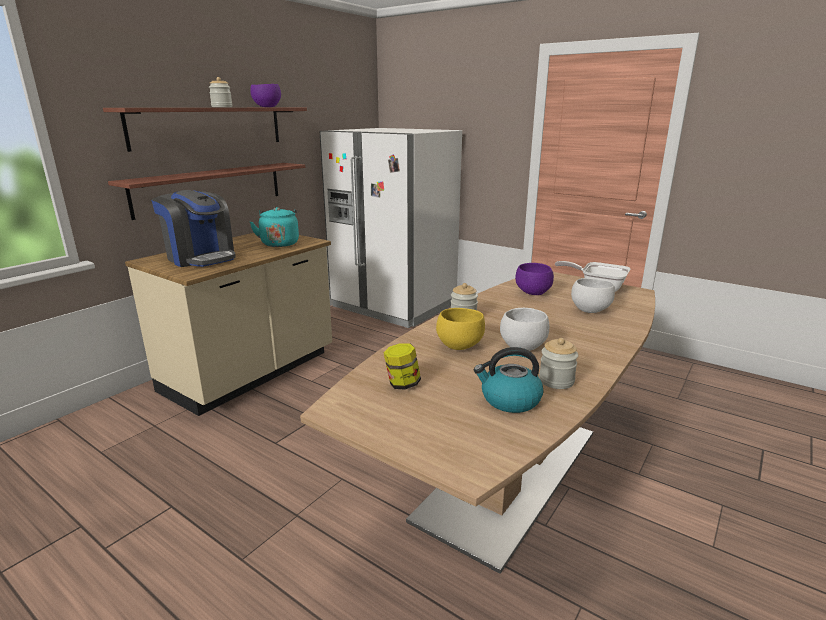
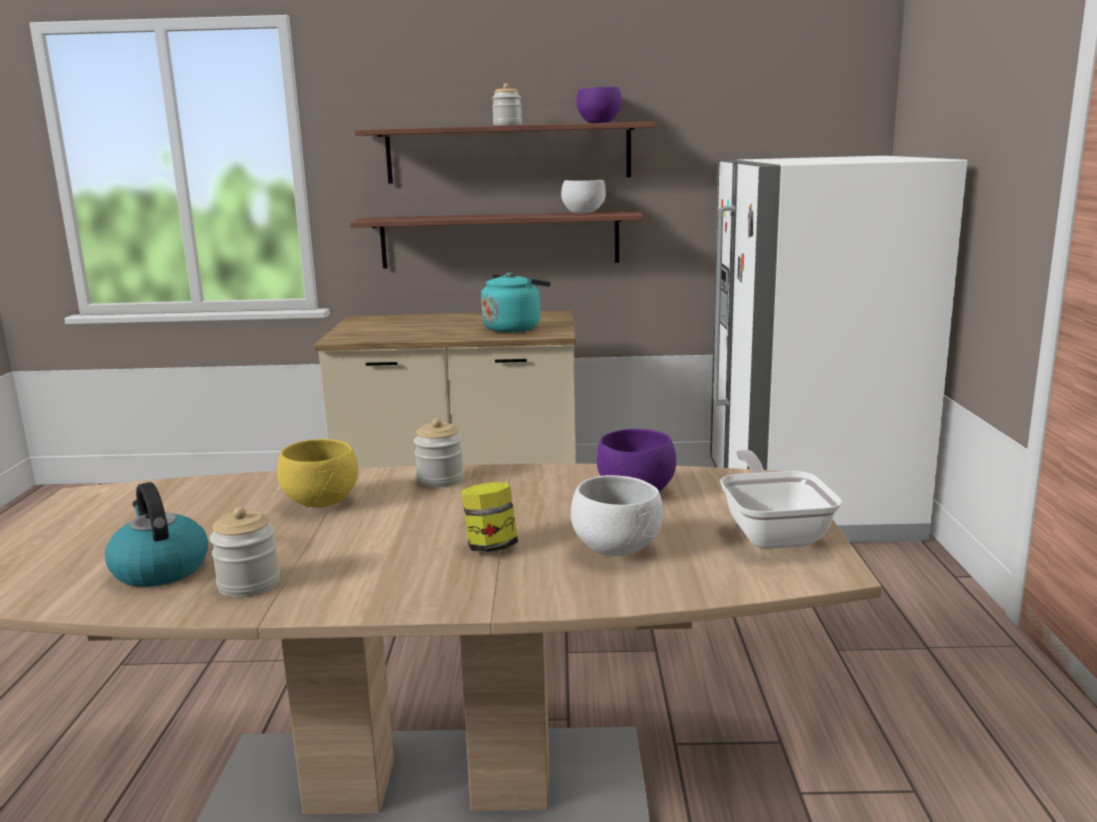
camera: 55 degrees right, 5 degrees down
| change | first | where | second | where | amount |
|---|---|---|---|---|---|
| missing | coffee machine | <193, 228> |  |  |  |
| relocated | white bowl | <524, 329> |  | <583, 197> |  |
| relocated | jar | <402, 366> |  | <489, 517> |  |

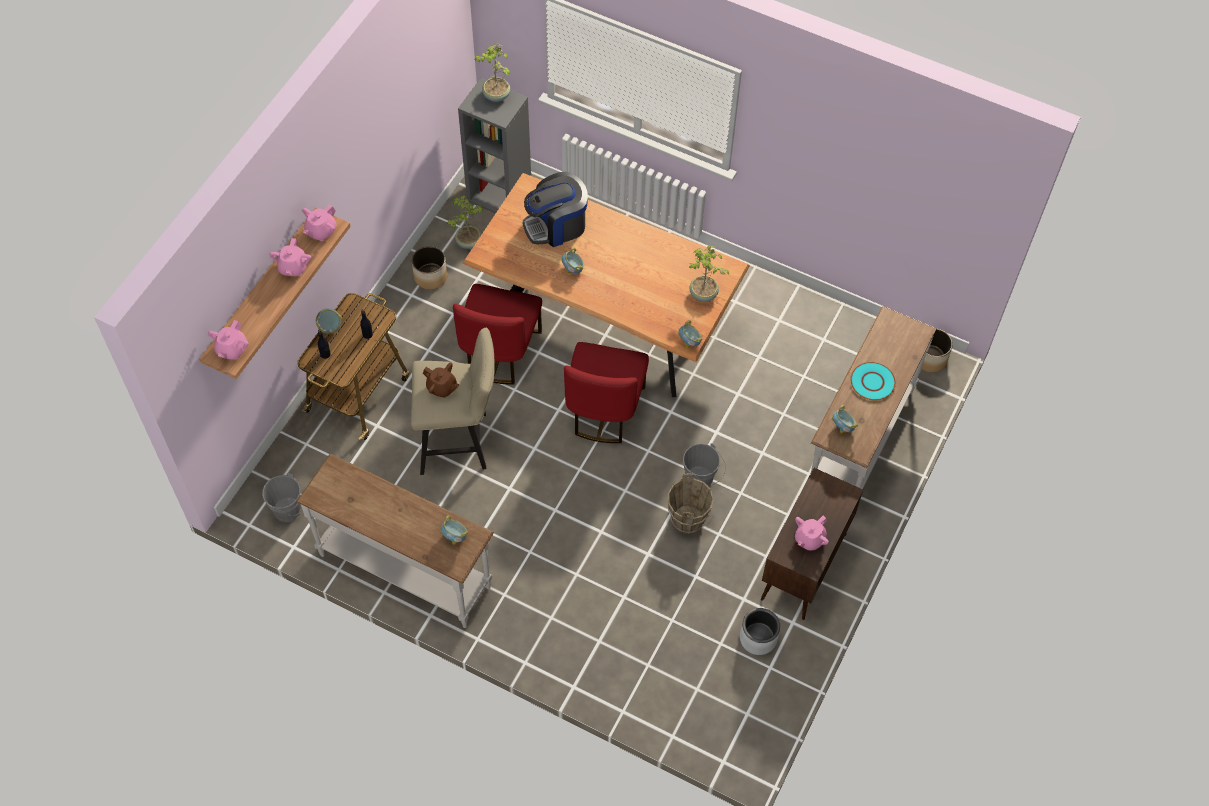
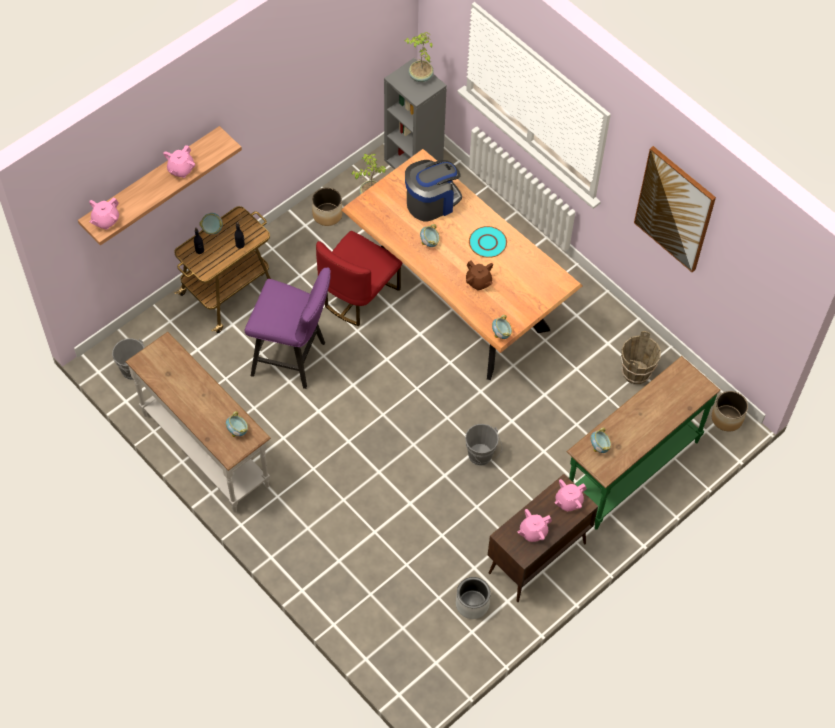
camera: 20 degrees right, 0 degrees up
| change | first | where | second | where | amount |
|---|---|---|---|---|---|
| spun | coffee machine | <555, 209> |  | <433, 190> | 150 degrees clockwise |
| relocated | pink teapot | <319, 222> |  | <570, 495> |  |
| missing | potted plant | <709, 273> |  |  |  |
| colour | white console table | <873, 397> | green console table | <643, 443> |  |
| colour | beige stool | <452, 401> | purple stool | <288, 328> |  |
| missing | red chair | <606, 392> |  |  |  |
| relocated | turquoise plate | <873, 381> |  | <488, 242> |  |
| relocated | brown teapot | <441, 380> |  | <479, 276> |  |
| relocated | brown bucket | <691, 503> |  | <641, 357> |  |
| appeared |  |  | picture | <675, 209> |  |

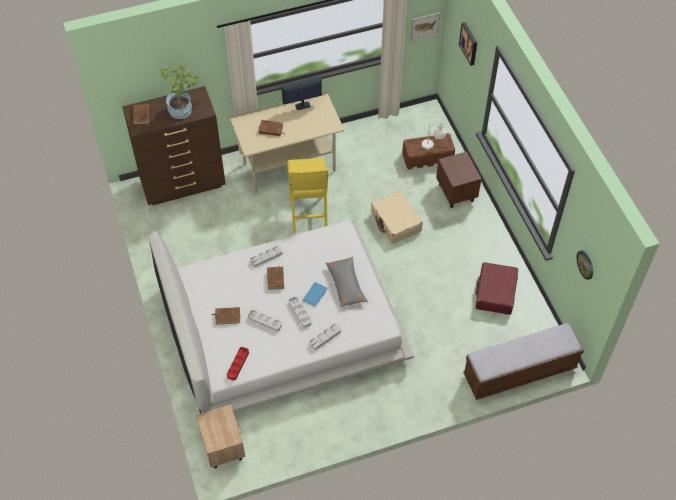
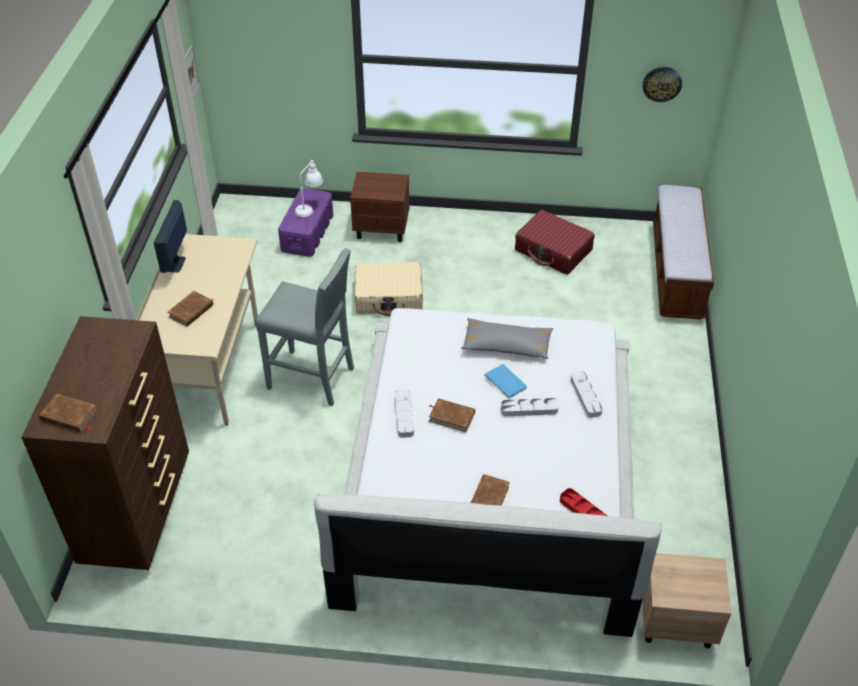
camera: 65 degrees left, 10 degrees down
| change | first | where | second | where | amount |
|---|---|---|---|---|---|
| missing | picture | <468, 44> |  |  |  |
| missing | potted plant | <180, 91> |  |  |  |
| colour | brown storage box | <428, 151> | purple storage box | <305, 222> |  |
| colour | yellow stool | <307, 195> | grey stool | <304, 327> |  |
| missing | grey tray | <265, 320> |  |  |  |

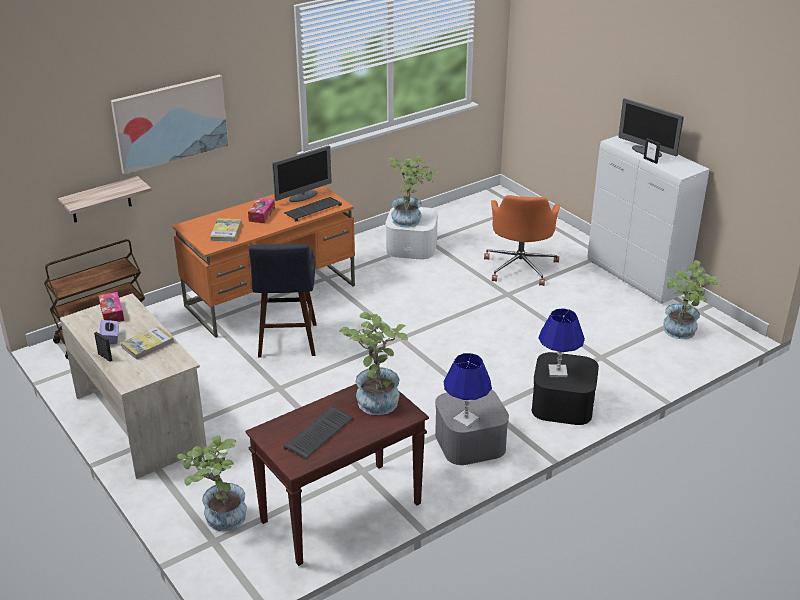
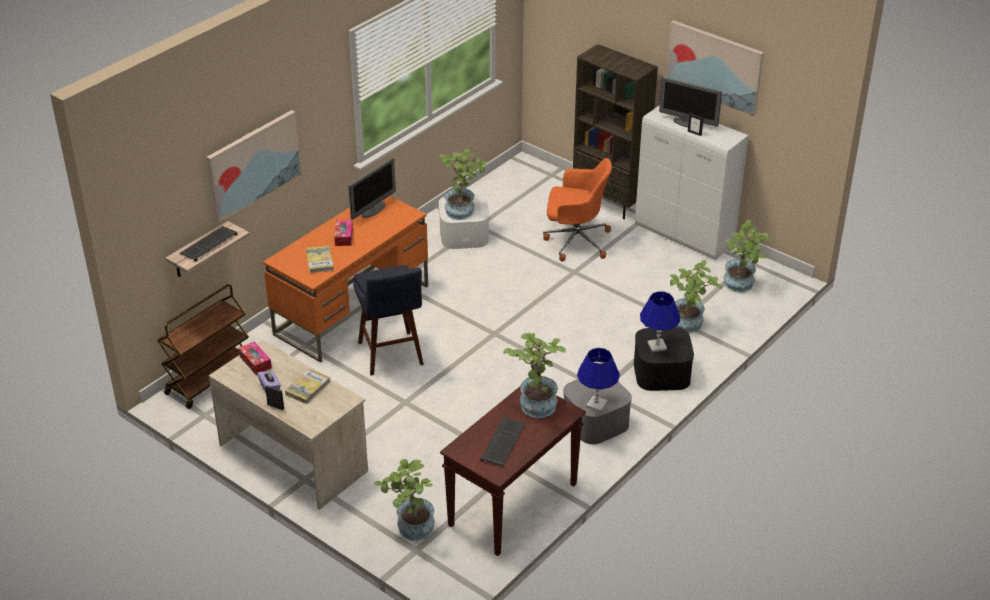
camera: 15 degrees left, 5 degrees up
| change | first | where | second | where | amount |
|---|---|---|---|---|---|
| spun | orange office chair | <522, 240> |  | <577, 209> | 75 degrees counterclockwise |
| relocated | keyboard | <313, 209> |  | <209, 244> |  |
| appeared |  |  | picture | <715, 68> |  |
| appeared |  |  | brown bookcase | <615, 131> |  |
| appeared |  |  | potted plant | <696, 296> |  |

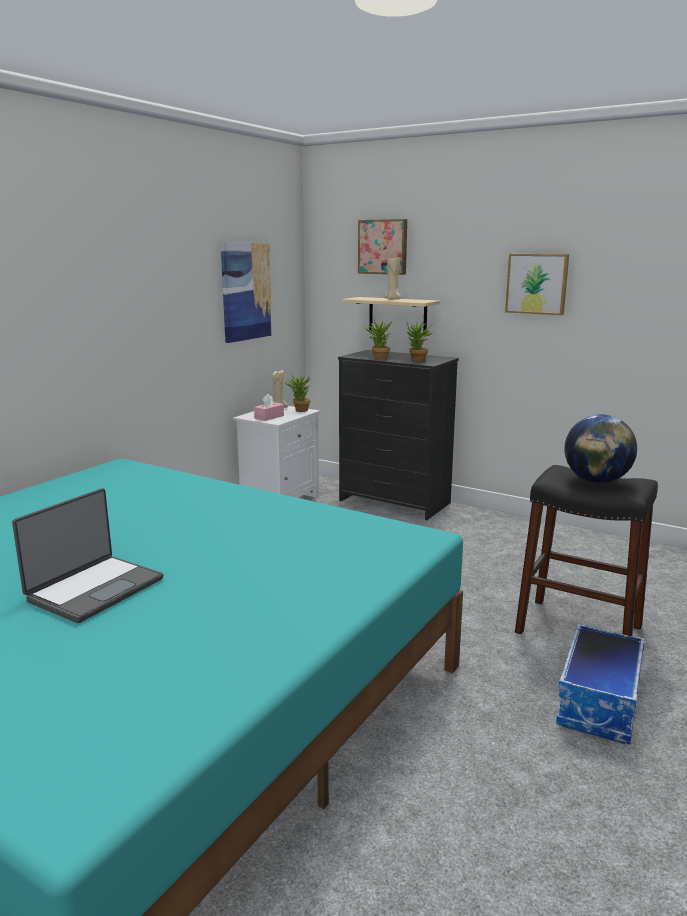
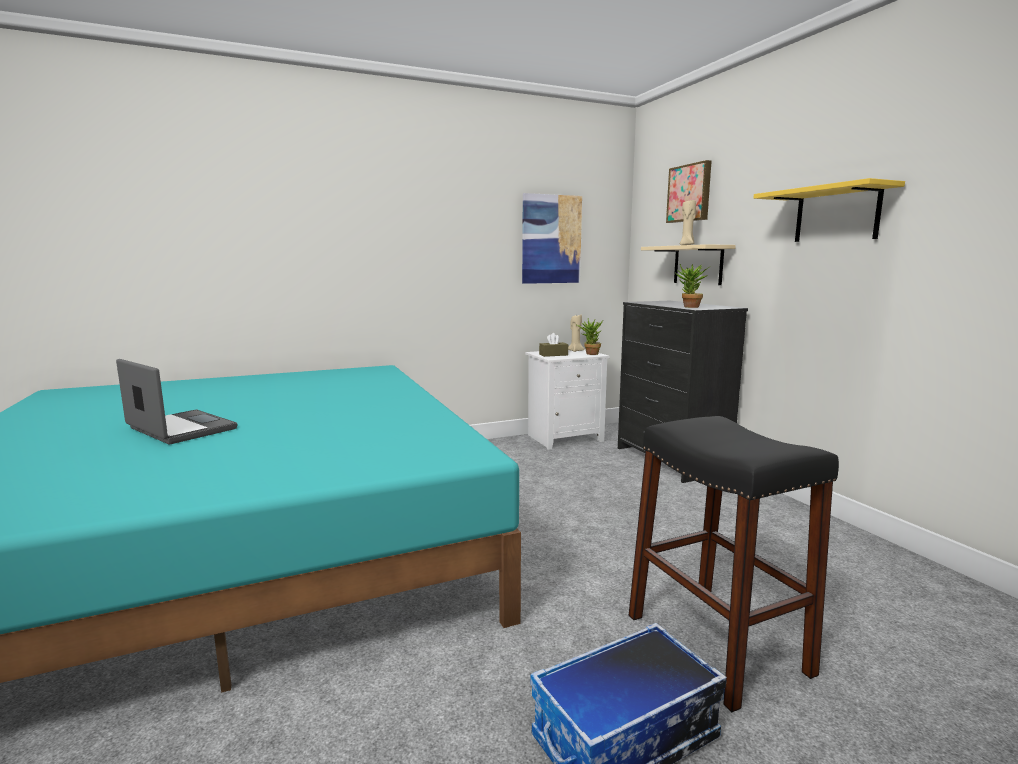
camera: 35 degrees right, 5 degrees down
| change | first | where | second | where | amount |
|---|---|---|---|---|---|
| exchanged | picture | <537, 284> | yellow shelf | <829, 210> |  |
| missing | potted plant | <377, 339> |  |  |  |
| colour | pink tissue box | <269, 407> | brown tissue box | <553, 345> |  |
| missing | globe | <600, 448> |  |  |  |
| spun | laptop | <87, 555> |  | <177, 401> | 120 degrees counterclockwise |

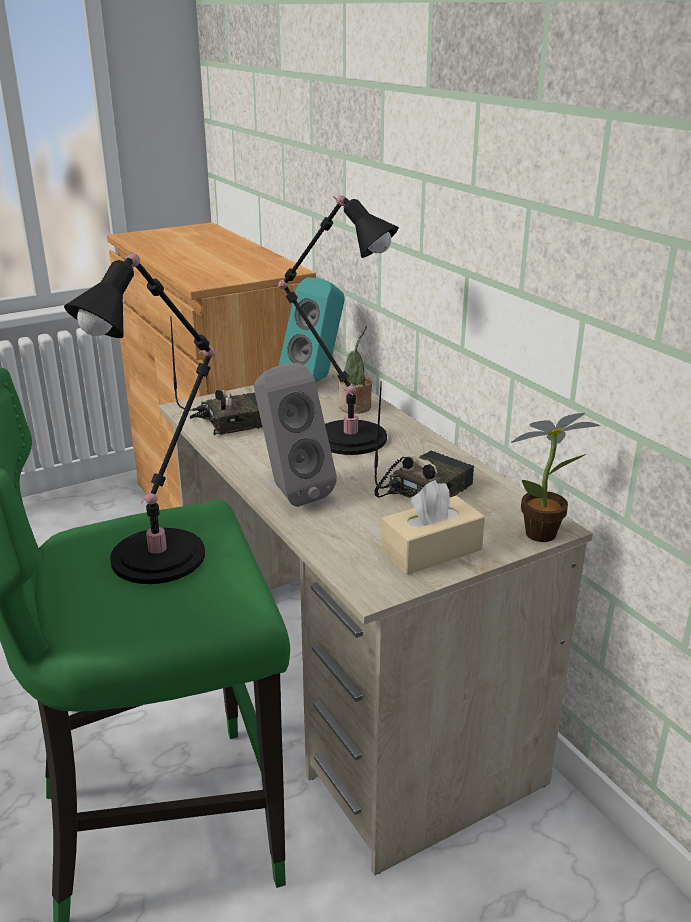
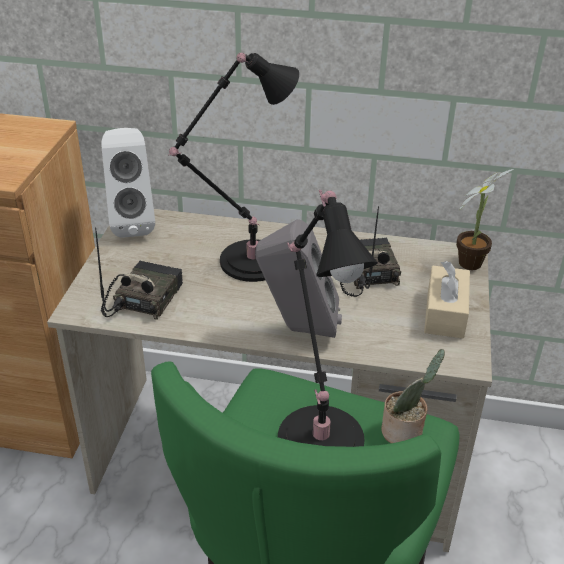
camera: 50 degrees left, 10 degrees up
| change | first | where | second | where | amount |
|---|---|---|---|---|---|
| colour | turquoise speaker | <312, 330> | white speaker | <128, 183> |  |
| relocated | potted plant | <355, 369> |  | <413, 396> |  |

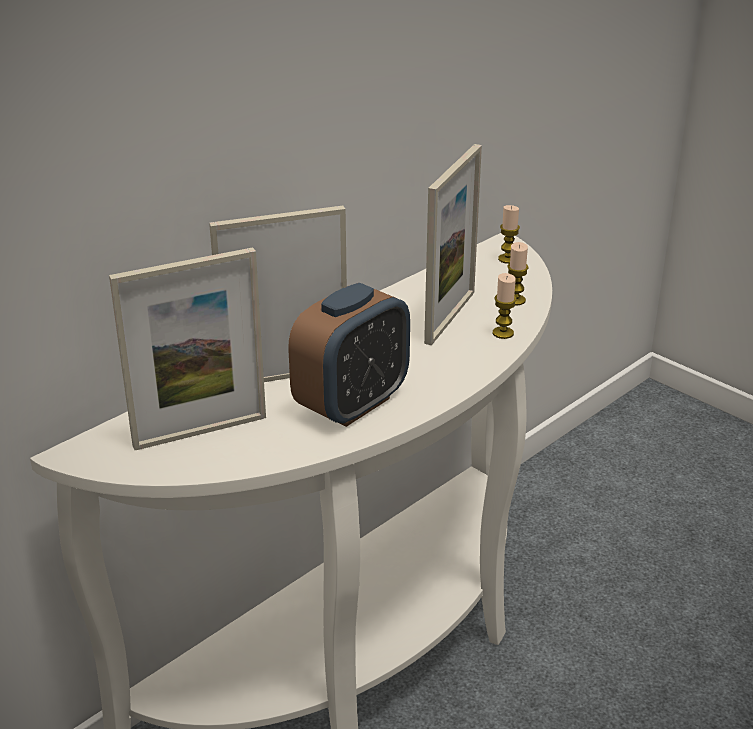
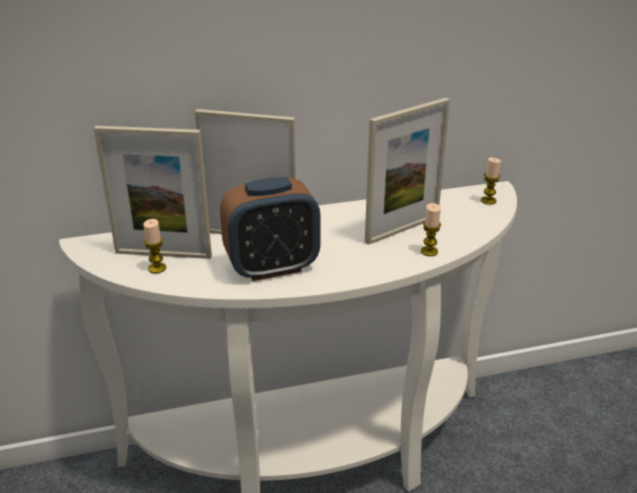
camera: 30 degrees right, 0 degrees up
| change | first | where | second | where | amount |
|---|---|---|---|---|---|
| relocated | candle | <517, 273> |  | <154, 246> |  |

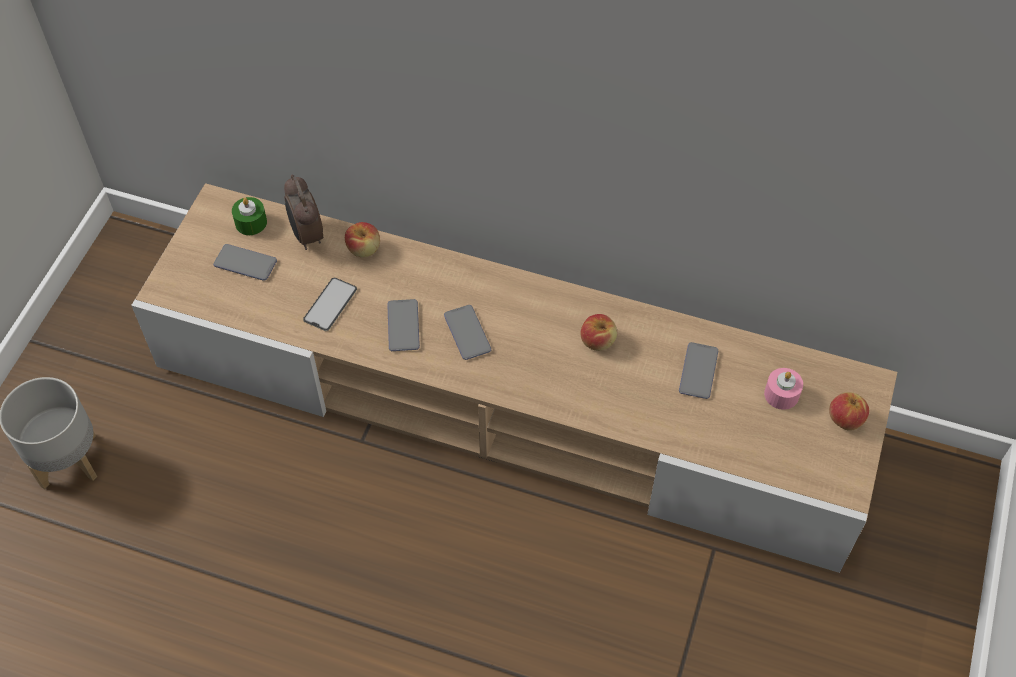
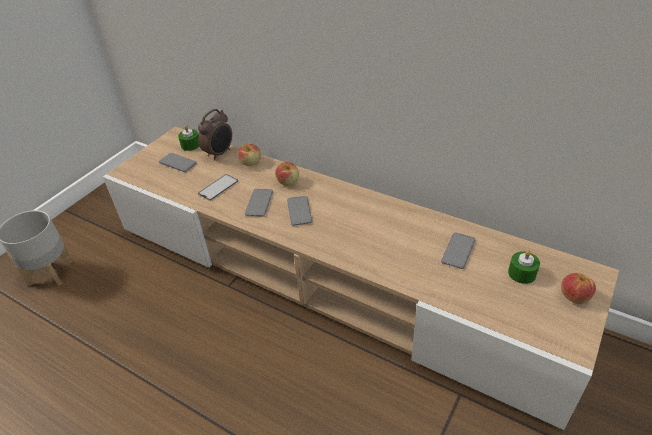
camera: 15 degrees right, 15 degrees down
| change | first | where | second | where | amount |
|---|---|---|---|---|---|
| spun | alarm clock | <303, 212> |  | <215, 134> | 135 degrees counterclockwise |
| relocated | apple | <598, 332> |  | <287, 174> |  |
| colour | pink candle | <783, 389> | green candle | <524, 267> |  |

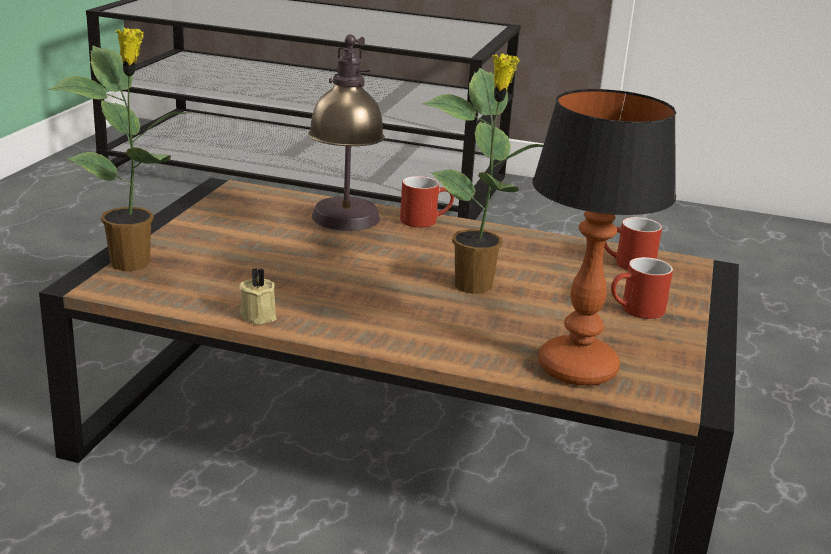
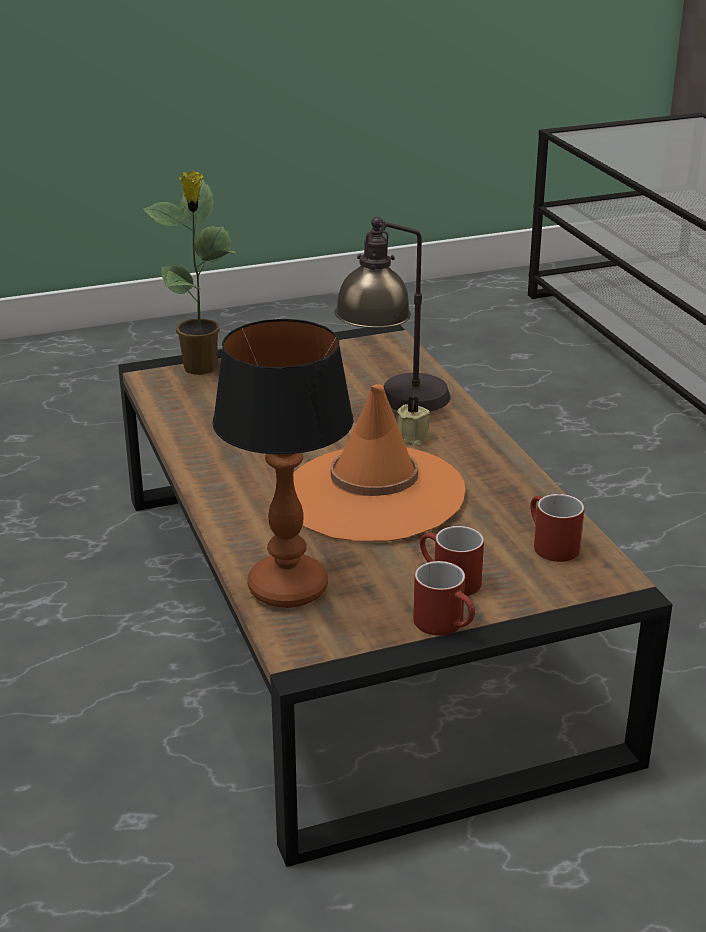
camera: 55 degrees right, 5 degrees up
| change | first | where | second | where | amount |
|---|---|---|---|---|---|
| exchanged | potted plant | <482, 173> | orange hat | <379, 463> |  |
| relocated | red mug | <427, 201> |  | <444, 598> |  |
| relocated | beige candle | <258, 296> |  | <414, 421> |  |

